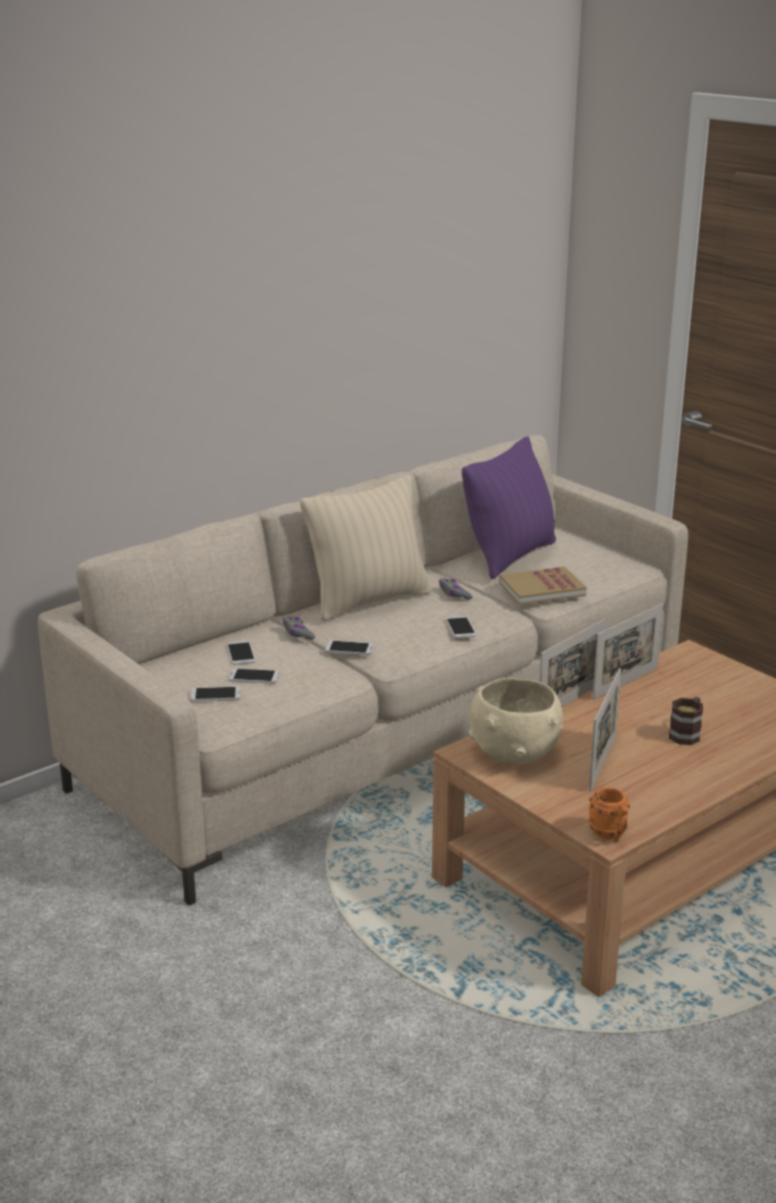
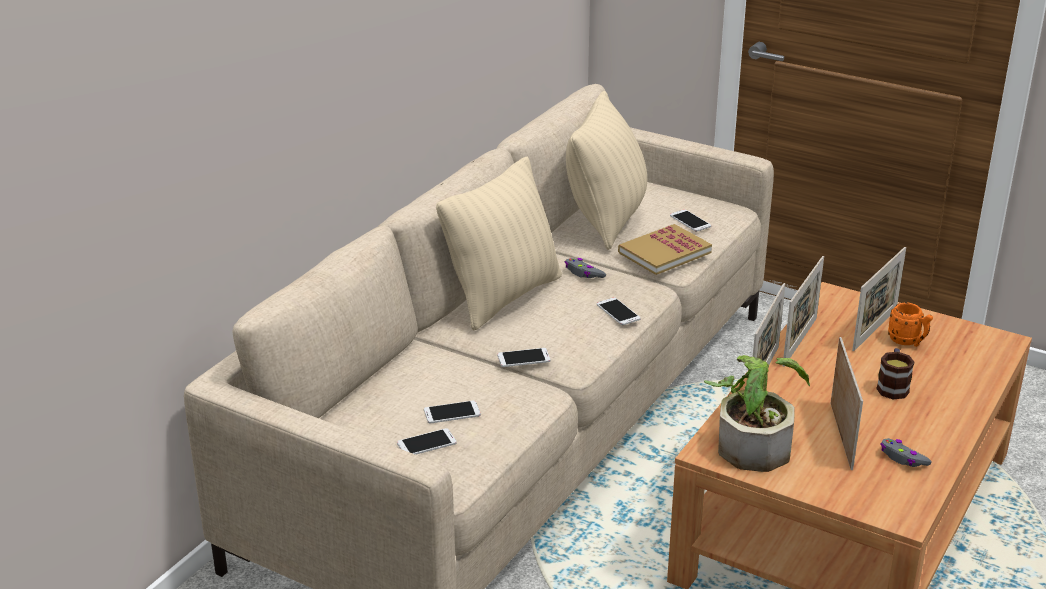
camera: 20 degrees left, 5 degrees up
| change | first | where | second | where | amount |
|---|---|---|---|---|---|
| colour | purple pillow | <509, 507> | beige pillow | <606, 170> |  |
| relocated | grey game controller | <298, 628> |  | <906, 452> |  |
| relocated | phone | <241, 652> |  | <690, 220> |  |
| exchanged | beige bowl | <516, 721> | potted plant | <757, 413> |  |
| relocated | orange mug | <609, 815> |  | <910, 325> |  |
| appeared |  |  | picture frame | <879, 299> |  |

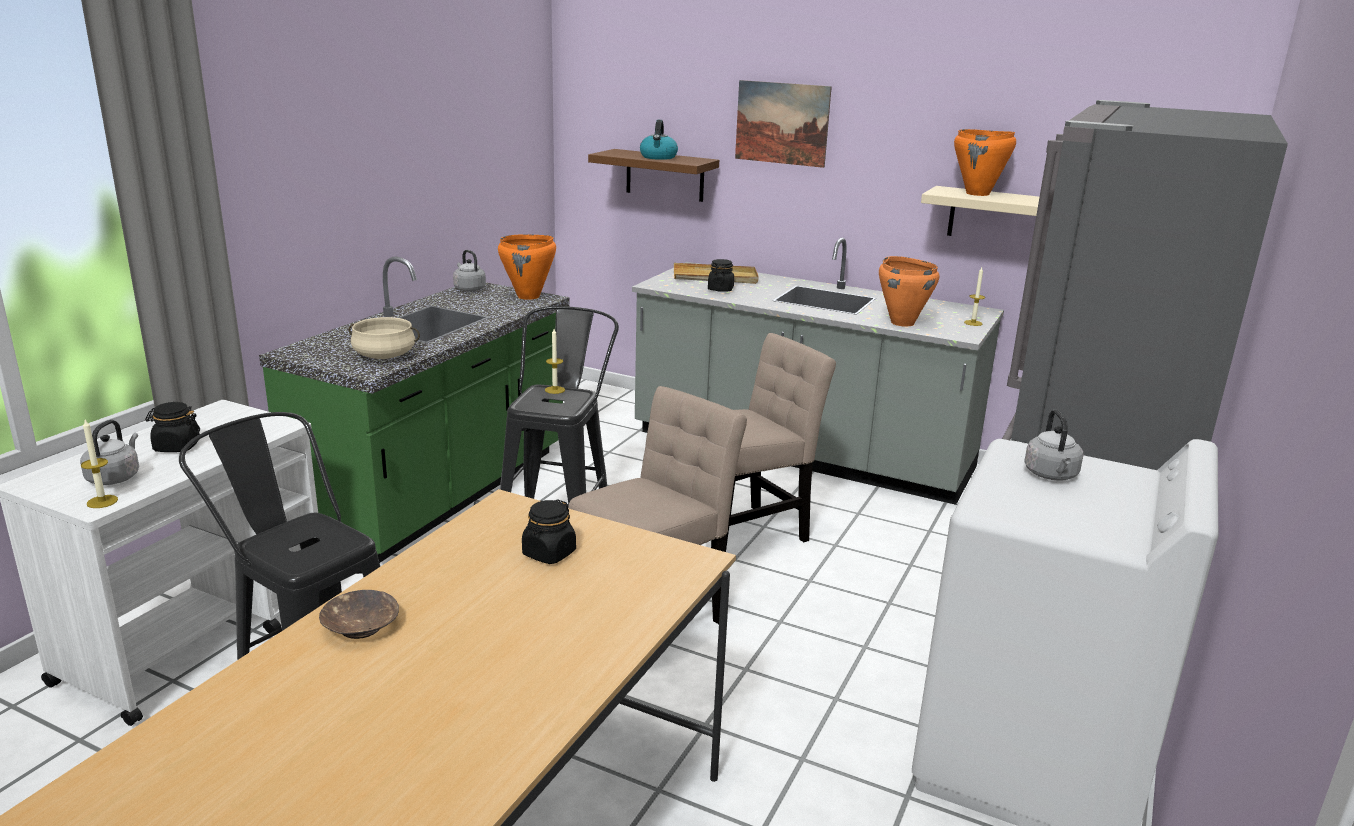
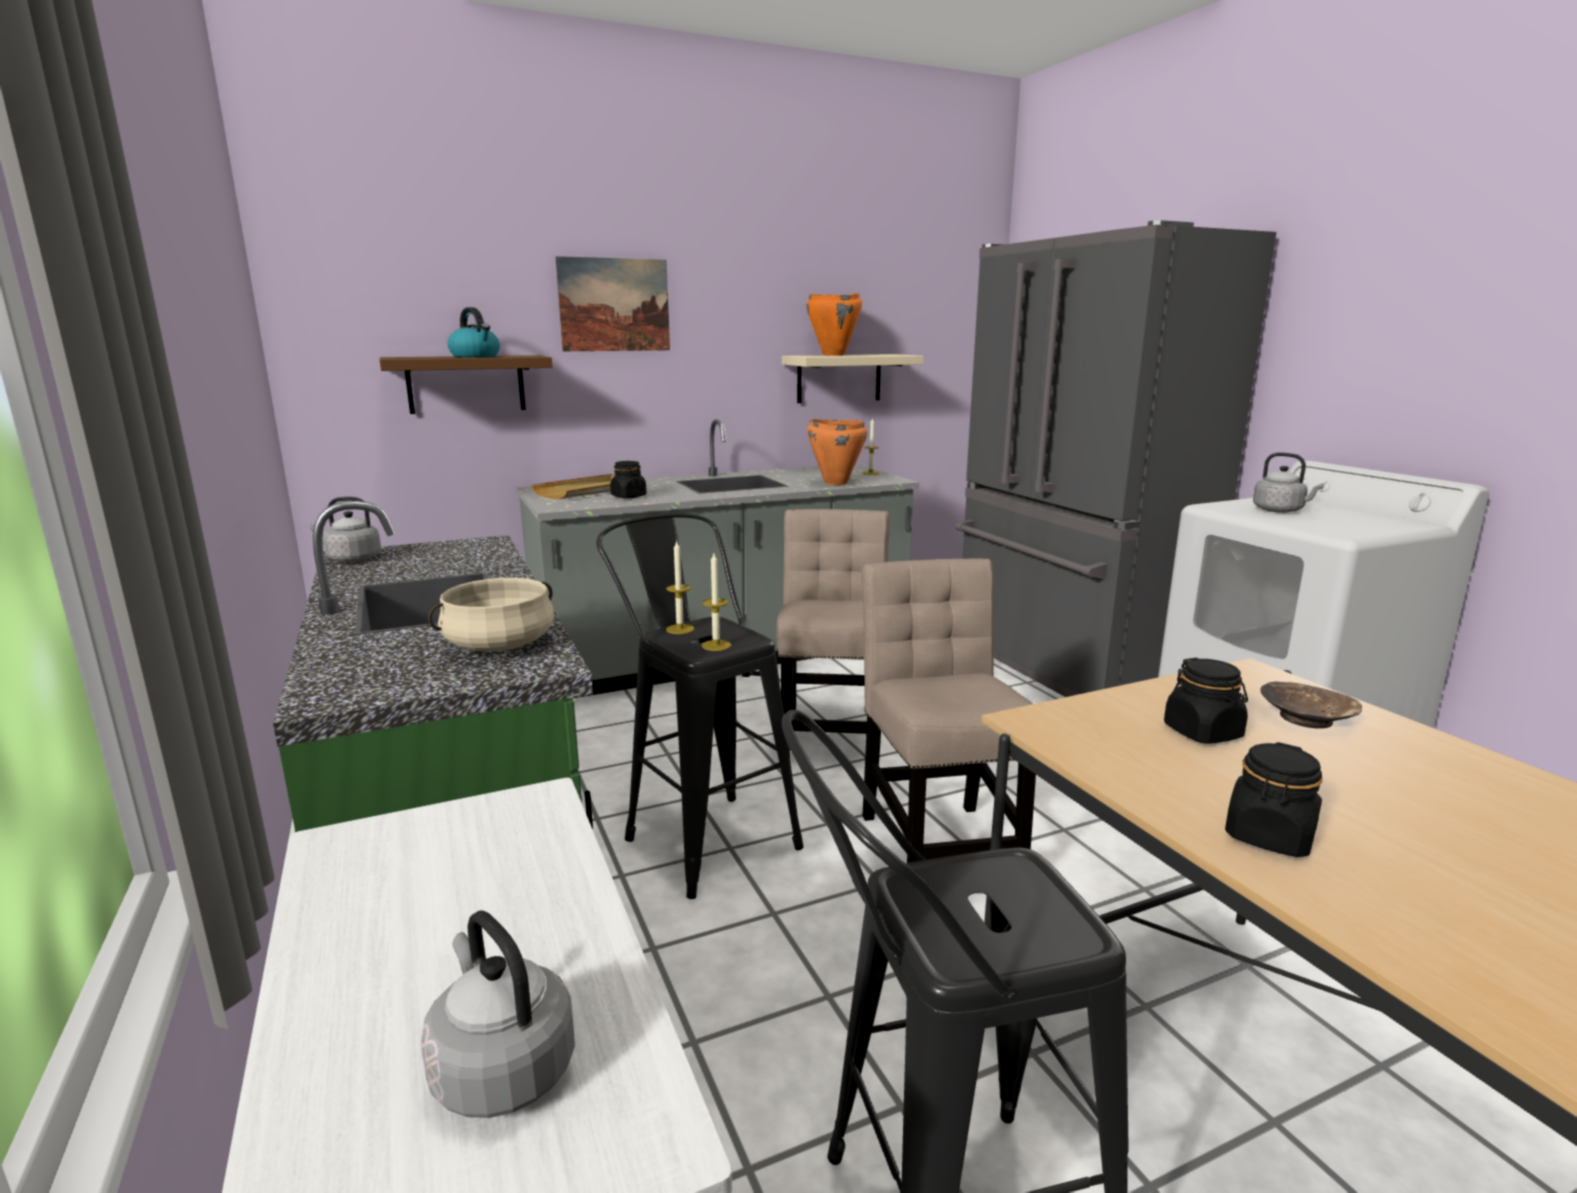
camera: 50 degrees left, 5 degrees down
| change | first | where | second | where | amount |
|---|---|---|---|---|---|
| missing | orange cooking pot | <527, 267> |  |  |  |
| relocated | black jar | <172, 427> |  | <1273, 799> |  |
| relocated | candle | <99, 464> |  | <716, 602> |  |
| relocated | brown bowl | <359, 614> |  | <1311, 705> |  |

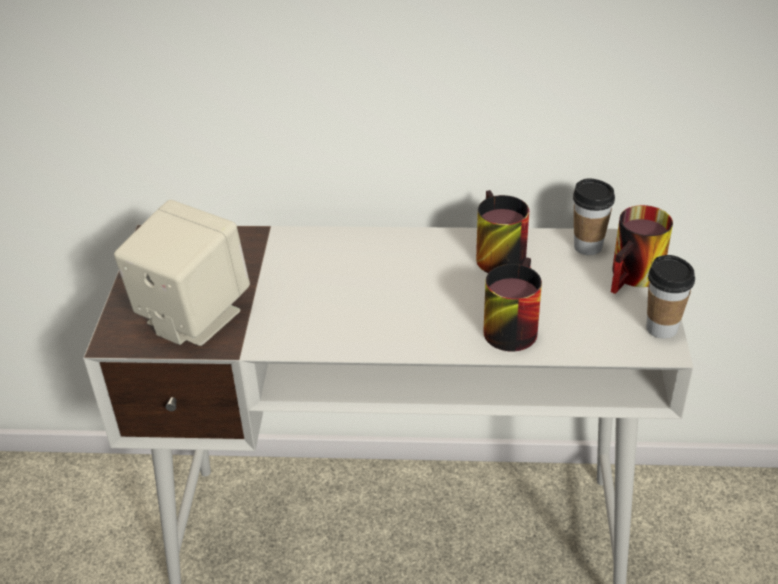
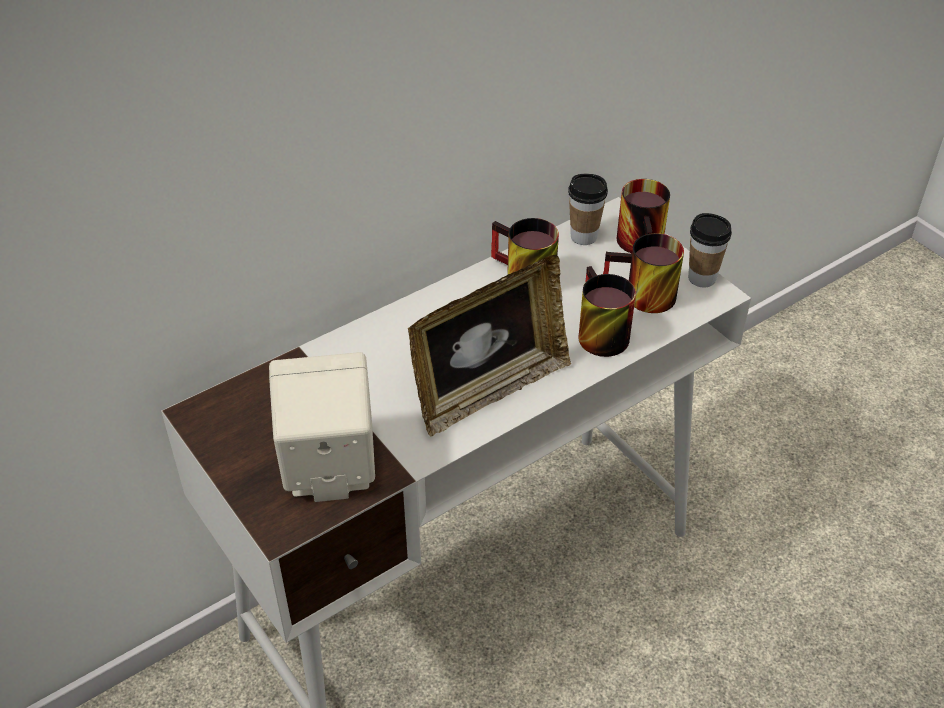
camera: 40 degrees left, 5 degrees up
| change | first | where | second | where | amount |
|---|---|---|---|---|---|
| appeared |  |  | mug | <643, 273> |  |
| appeared |  |  | picture frame | <489, 346> |  |

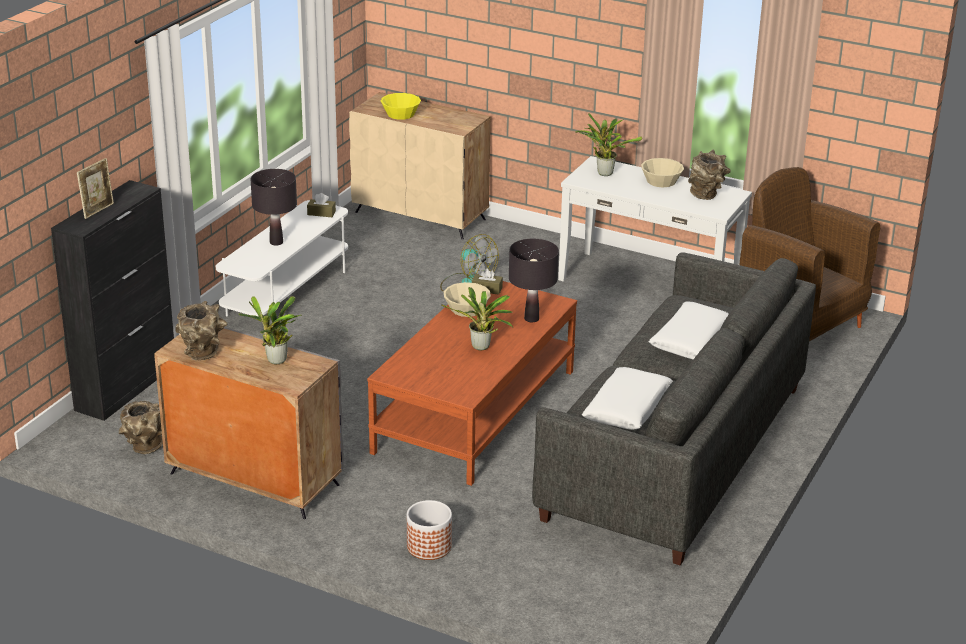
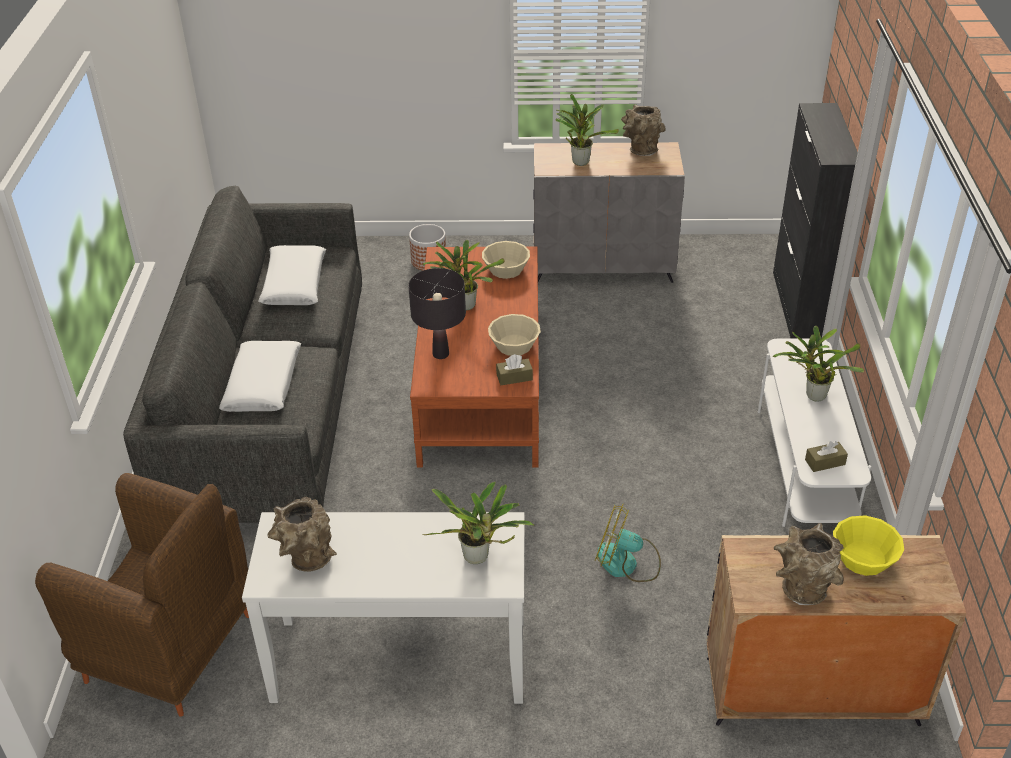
camera: 155 degrees right, 10 degrees up
| change | first | where | second | where | amount |
|---|---|---|---|---|---|
| missing | picture frame | <95, 188> |  |  |  |
| relocated | beige bowl | <662, 172> |  | <506, 260> |  |
| exchanged | black table lamp | <274, 207> | potted plant | <818, 364> |  |
| relocated | brown vase | <141, 428> |  | <809, 564> |  |

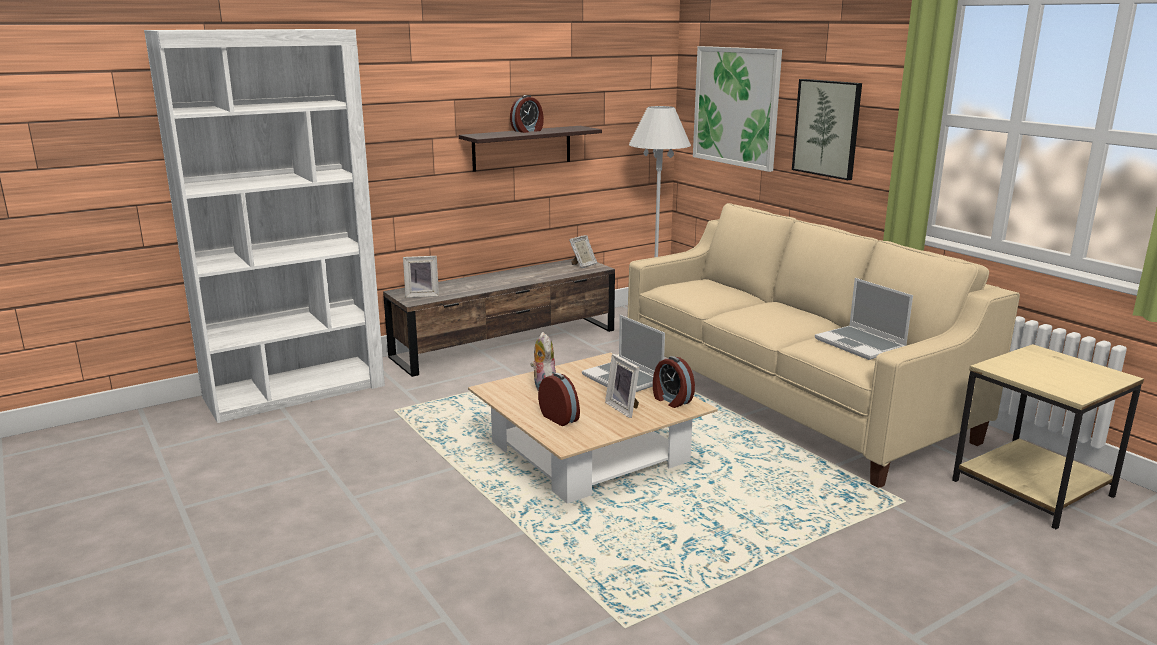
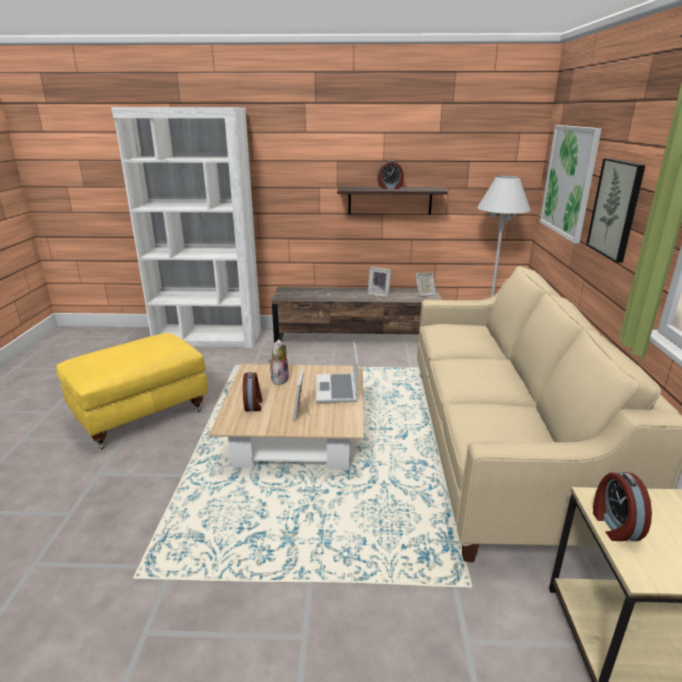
camera: 35 degrees right, 5 degrees up
| change | first | where | second | where | amount |
|---|---|---|---|---|---|
| relocated | picture frame | <421, 277> |  | <379, 282> |  |
| missing | laptop | <864, 319> |  |  |  |
| relocated | alarm clock | <674, 382> |  | <622, 506> |  |
| appeared |  |  | yellow ottoman | <132, 391> |  |

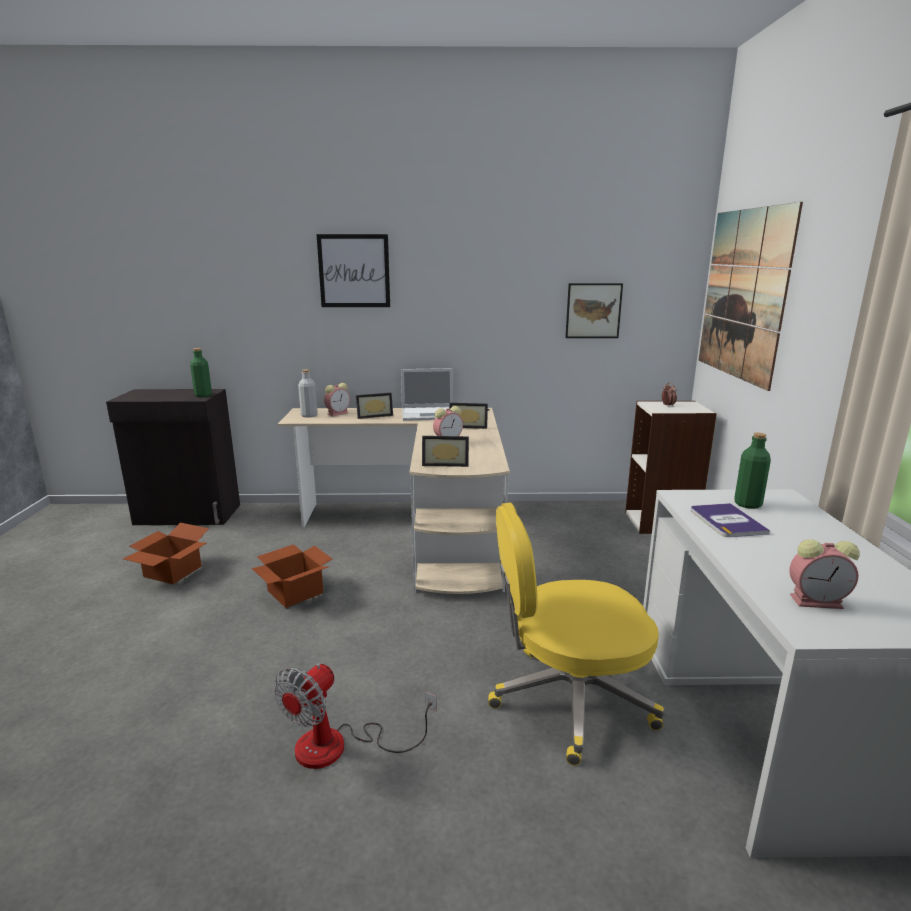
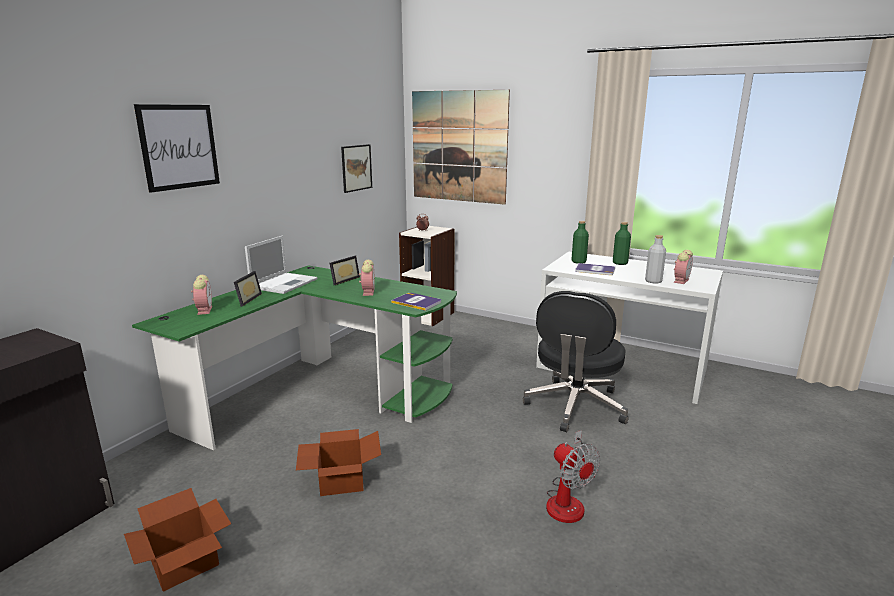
camera: 60 degrees left, 0 degrees up
| change | first | where | second | where | amount |
|---|---|---|---|---|---|
| relocated | green bottle | <201, 372> |  | <622, 243> |  |
| relocated | grey bottle | <308, 393> |  | <655, 259> |  |
| colour | beige desk | <394, 501> | green desk | <294, 357> |  |
| exchanged | picture frame | <445, 451> | book | <416, 302> |  |
| colour | yellow office chair | <576, 634> | black office chair | <576, 361> |  |

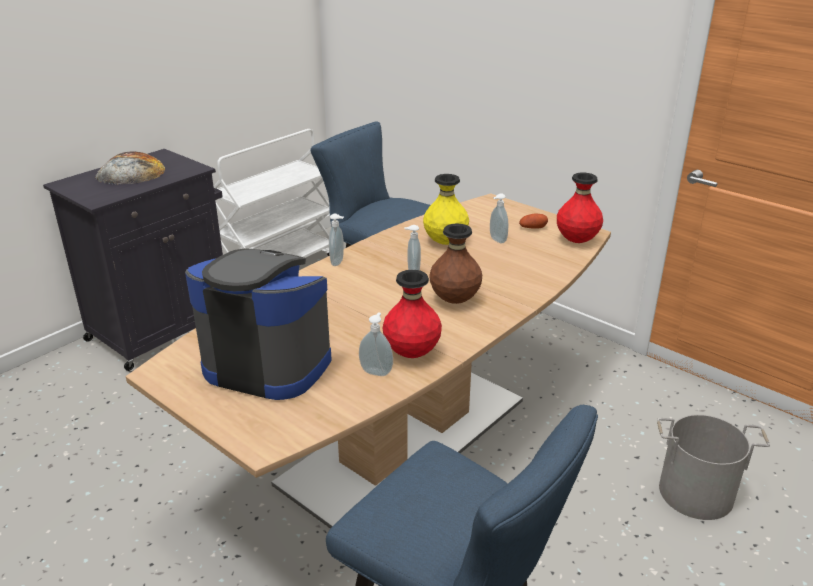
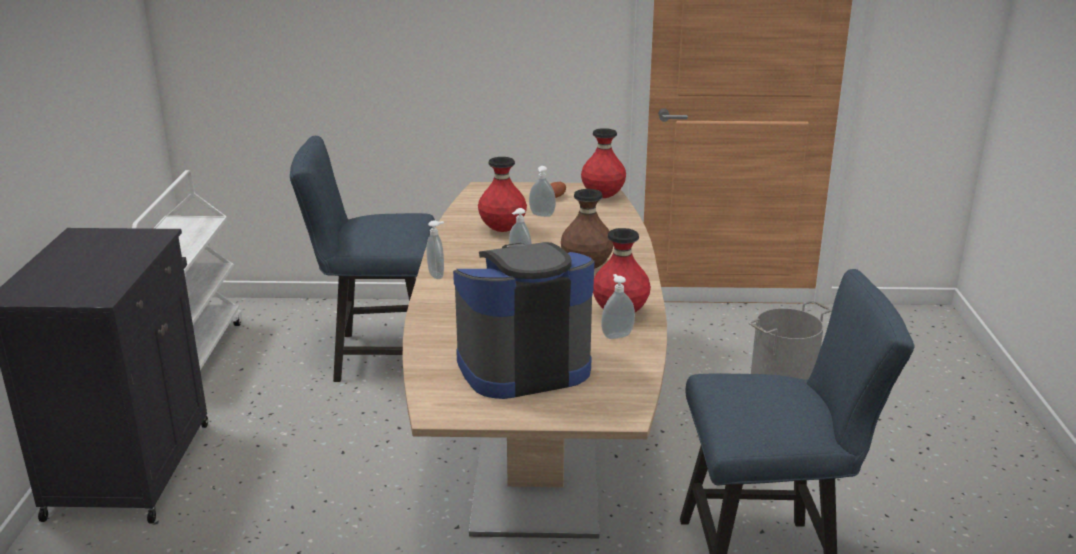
camera: 40 degrees left, 5 degrees down
| change | first | where | second | where | amount |
|---|---|---|---|---|---|
| missing | bread | <130, 168> |  |  |  |
| colour | yellow vase | <446, 209> | red vase | <502, 194> |  |

